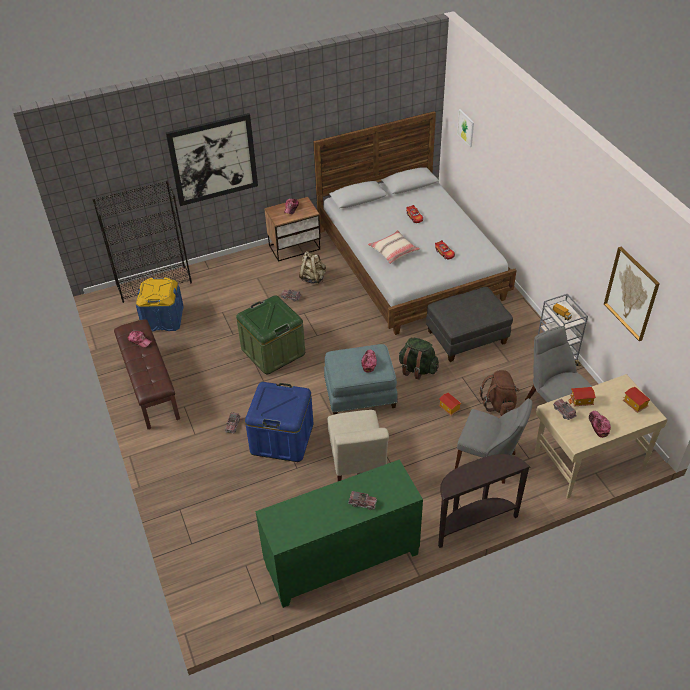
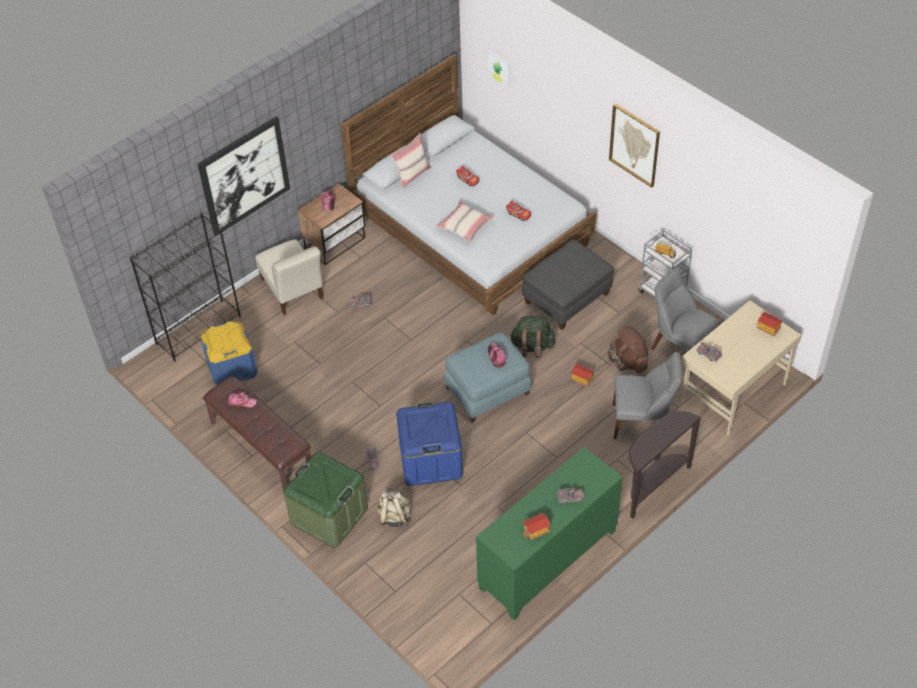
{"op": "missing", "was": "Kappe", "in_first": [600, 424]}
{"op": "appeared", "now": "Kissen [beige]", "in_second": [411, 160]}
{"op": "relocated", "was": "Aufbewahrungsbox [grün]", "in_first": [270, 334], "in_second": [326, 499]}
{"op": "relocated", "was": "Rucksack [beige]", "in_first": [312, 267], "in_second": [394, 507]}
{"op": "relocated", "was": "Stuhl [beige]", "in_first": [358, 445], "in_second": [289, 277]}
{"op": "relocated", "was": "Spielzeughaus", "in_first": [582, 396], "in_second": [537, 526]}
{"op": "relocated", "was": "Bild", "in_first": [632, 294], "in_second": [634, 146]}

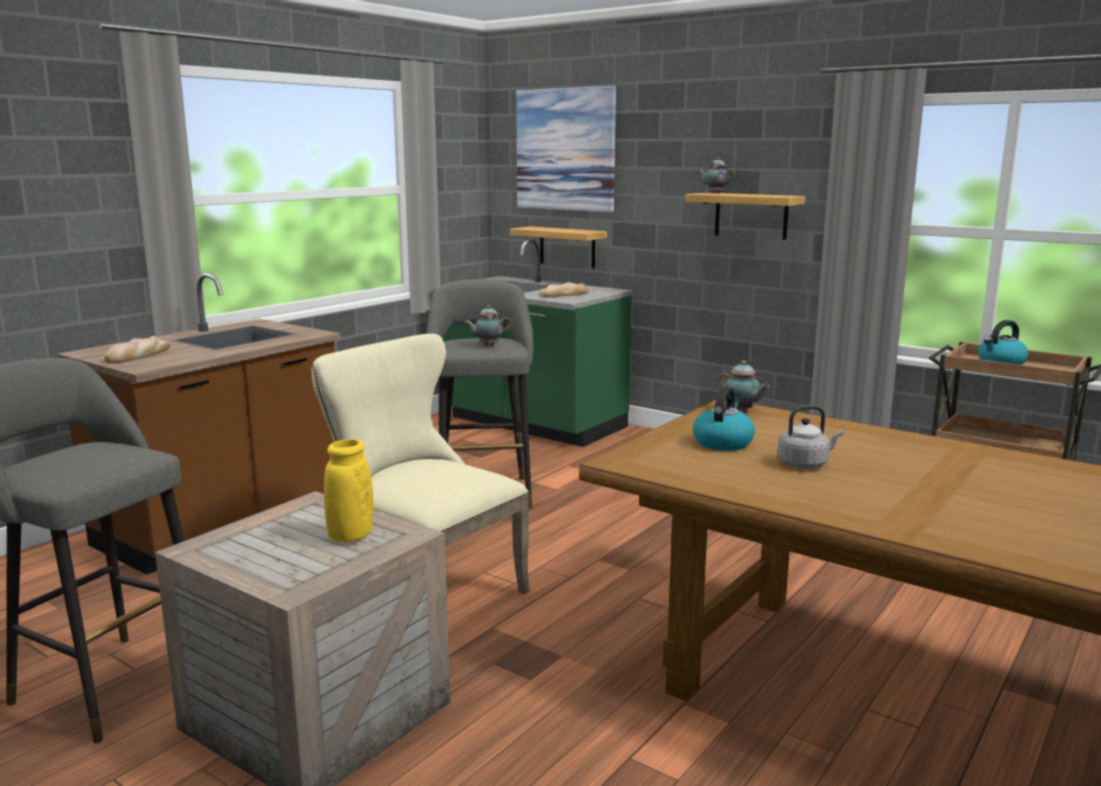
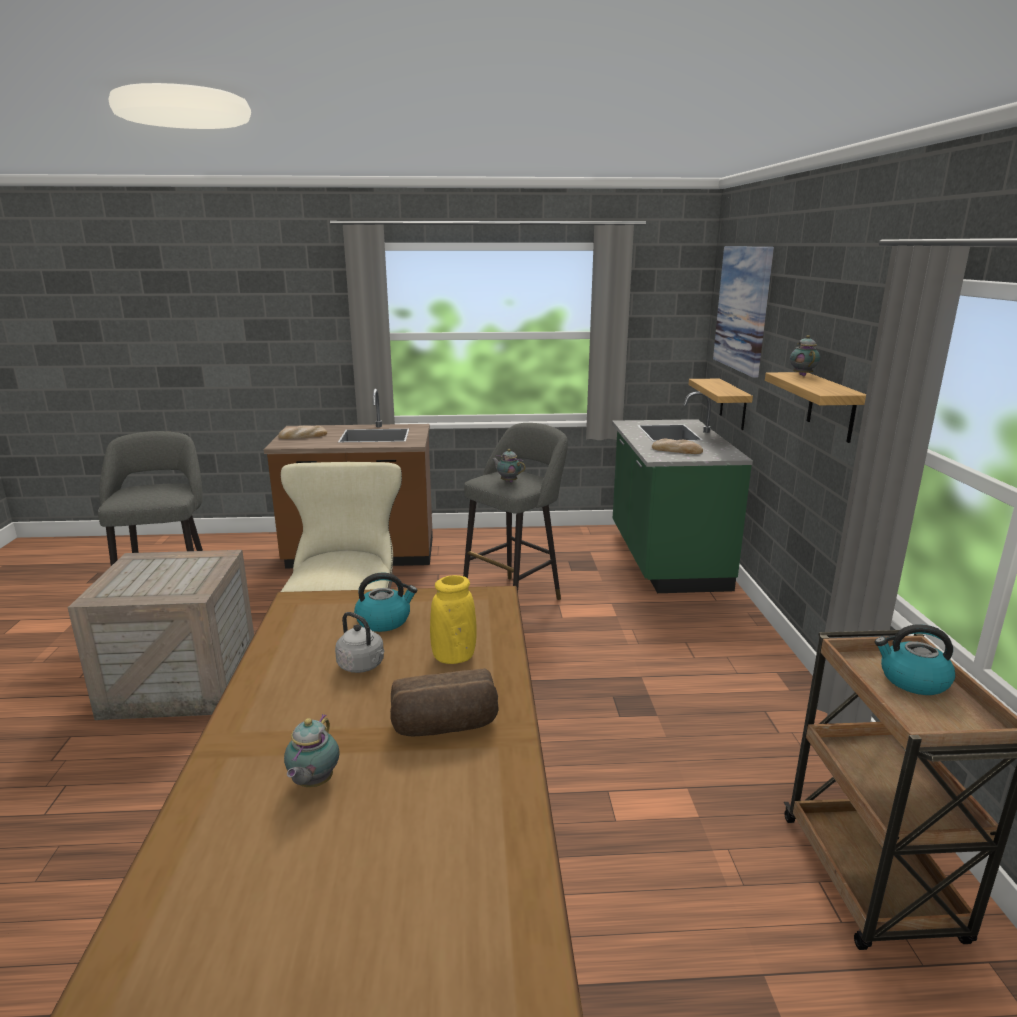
{"op": "appeared", "now": "Brot", "in_second": [444, 702]}
{"op": "relocated", "was": "Vase [gelb]", "in_first": [349, 490], "in_second": [453, 619]}
{"op": "relocated", "was": "Teekanne", "in_first": [744, 386], "in_second": [312, 750]}

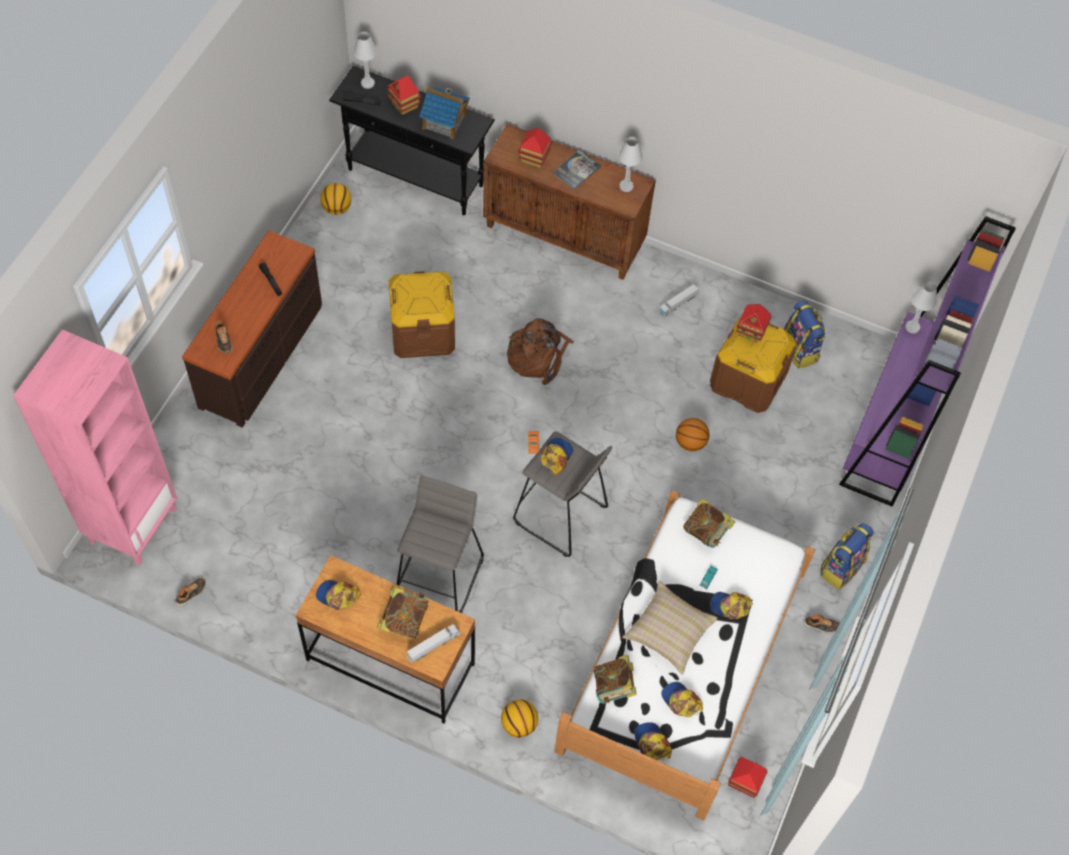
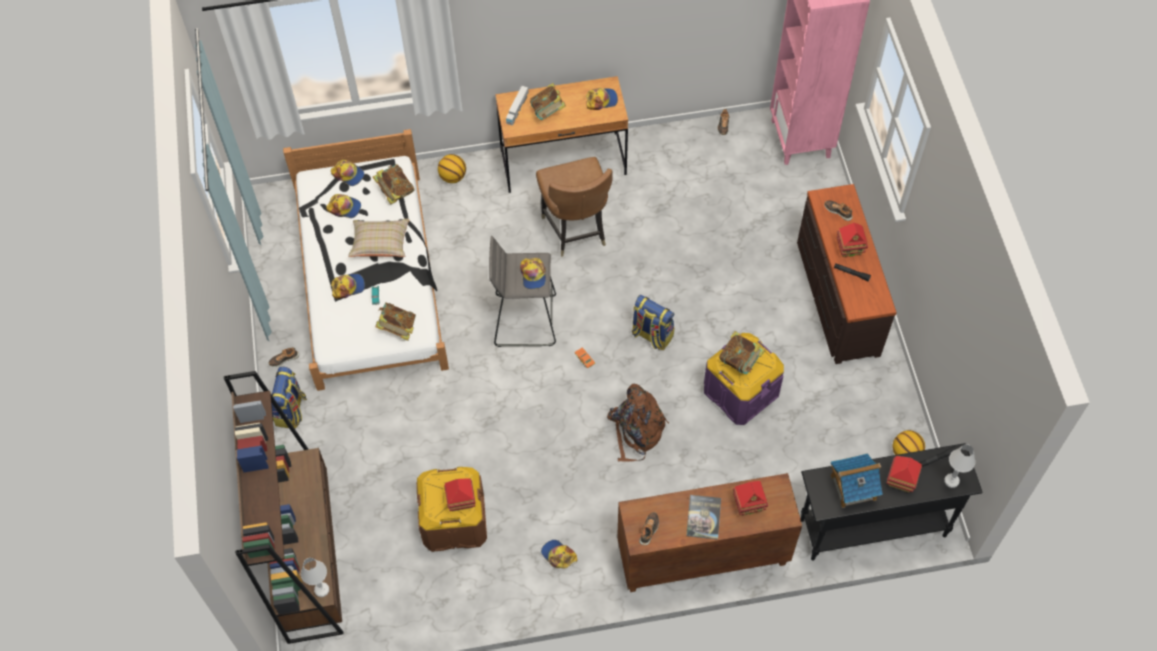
{"op": "missing", "was": "Basketball", "in_first": [693, 434]}
{"op": "appeared", "now": "Buch", "in_second": [742, 352]}
{"op": "relocated", "was": "Spielzeughaus", "in_first": [748, 777], "in_second": [852, 240]}
{"op": "relocated", "was": "Rucksack", "in_first": [804, 334], "in_second": [653, 322]}
{"op": "exchanged", "was": "Hocker [grau]", "now": "Stuhl [braun]", "in_first": [440, 544], "in_second": [574, 206]}
{"op": "exchanged", "was": "Tischlampe [weiß]", "now": "Schuh", "in_first": [630, 164], "in_second": [649, 529]}
{"op": "exchanged", "was": "Spielzeuglaster", "now": "Kappe", "in_first": [679, 301], "in_second": [559, 554]}
{"op": "colour", "was": "Aufbewahrungsbox [braun]", "now": "Aufbewahrungsbox [lila]", "in_first": [422, 314], "in_second": [744, 379]}
{"op": "colour", "was": "Bücherregal [lila]", "now": "Bücherregal [braun]", "in_first": [927, 361], "in_second": [284, 507]}

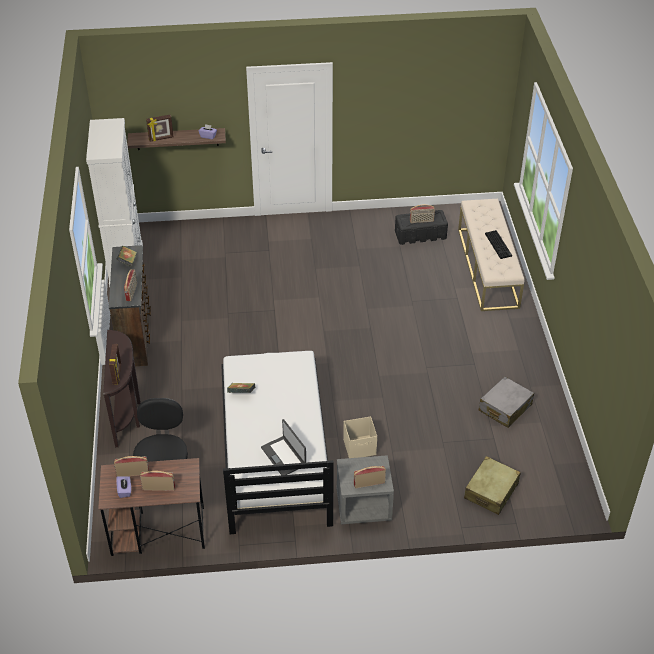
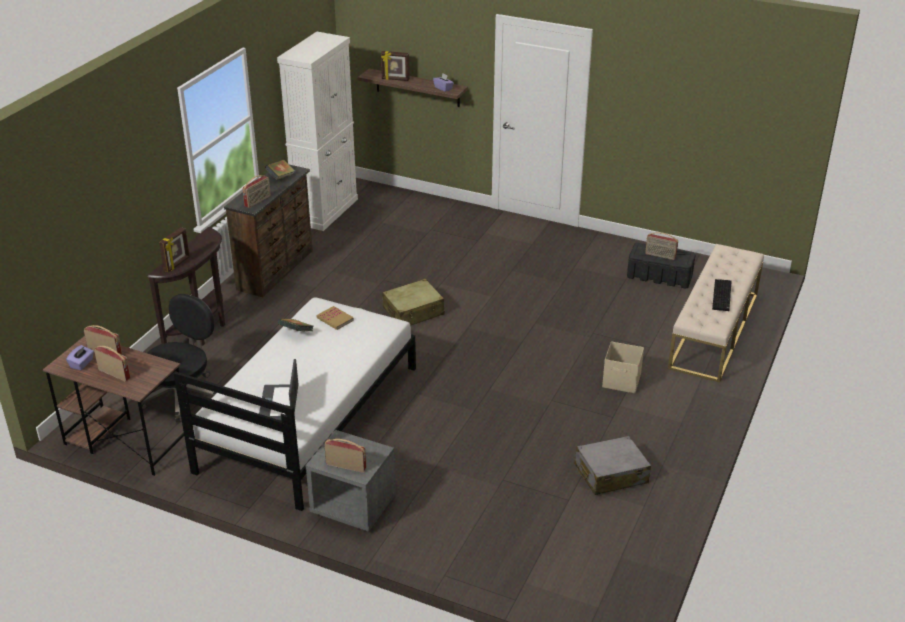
{"op": "appeared", "now": "Buch", "in_second": [335, 318]}
{"op": "relocated", "was": "Aufbewahrungsbox [beige]", "in_first": [360, 437], "in_second": [623, 367]}
{"op": "relocated", "was": "Koffer [beige]", "in_first": [492, 485], "in_second": [413, 302]}

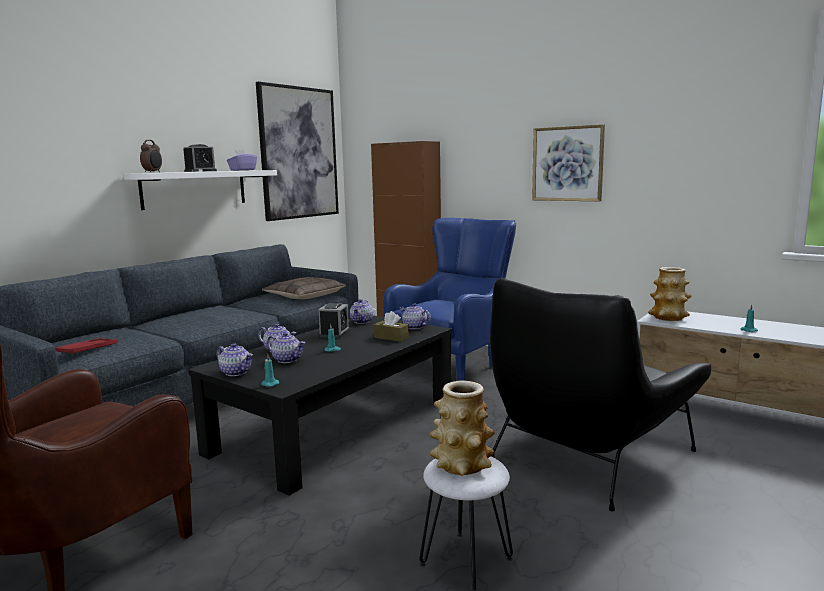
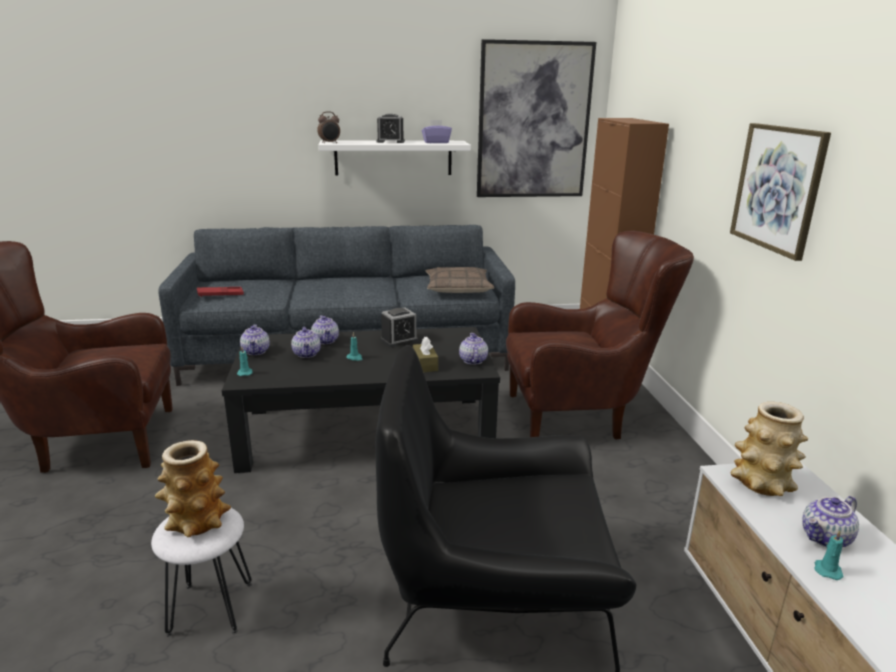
{"op": "relocated", "was": "Teekanne", "in_first": [361, 311], "in_second": [830, 521]}
{"op": "colour", "was": "Sessel [blau]", "now": "Sessel [braun]", "in_first": [449, 299], "in_second": [600, 335]}

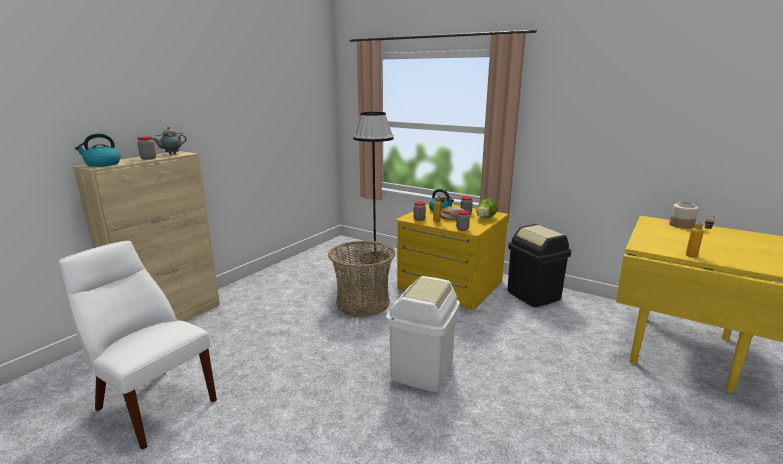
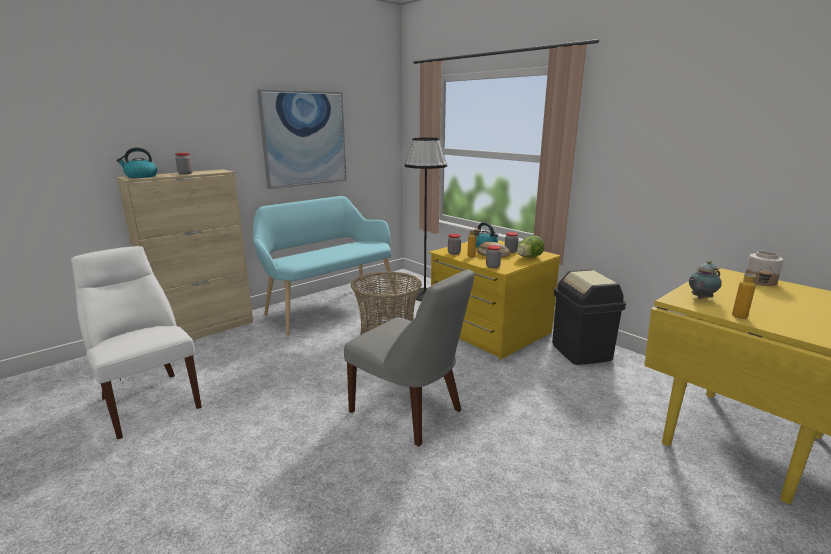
{"op": "appeared", "now": "Bank [türkis]", "in_second": [324, 265]}
{"op": "appeared", "now": "Bild", "in_second": [302, 139]}
{"op": "relocated", "was": "Teekanne", "in_first": [169, 141], "in_second": [705, 280]}
{"op": "exchanged", "was": "Mülleimer [weiß]", "now": "Stuhl [grau]", "in_first": [423, 334], "in_second": [409, 358]}

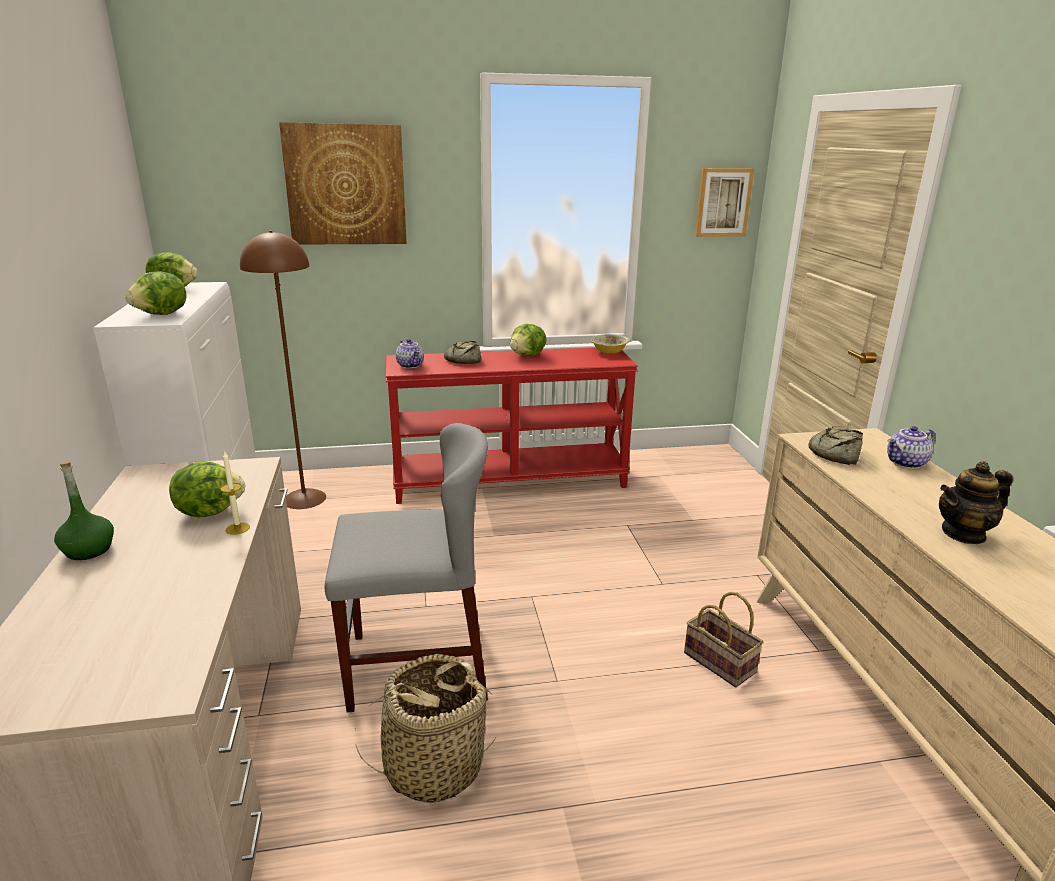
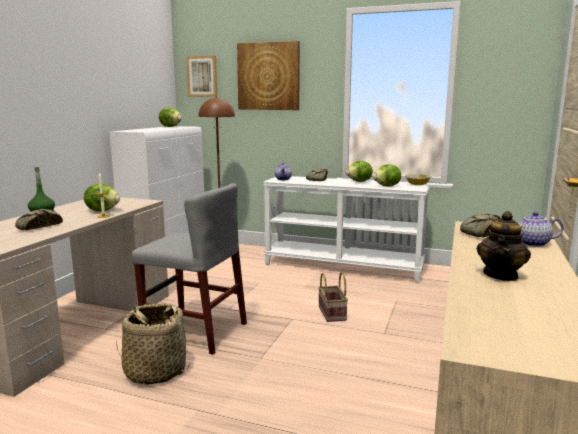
{"op": "appeared", "now": "Brot", "in_second": [39, 219]}
{"op": "relocated", "was": "Salatkopf", "in_first": [156, 293], "in_second": [387, 175]}
{"op": "relocated", "was": "Korb", "in_first": [723, 639], "in_second": [333, 297]}
{"op": "relocated", "was": "Bild", "in_first": [724, 202], "in_second": [201, 76]}
{"op": "colour", "was": "Konsolentisch [rot]", "now": "Konsolentisch [weiß]", "in_first": [512, 426], "in_second": [346, 229]}
{"op": "spun", "was": "Teekanne", "in_first": [976, 502], "in_second": [504, 246], "clockwise": -75}

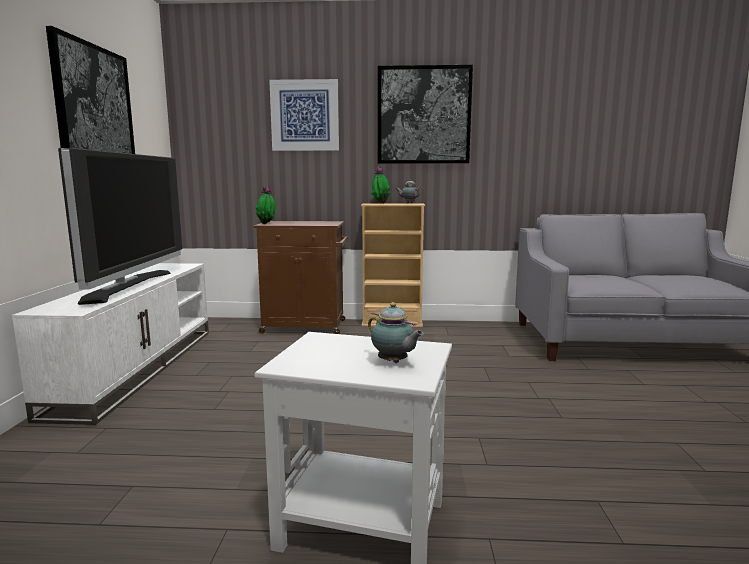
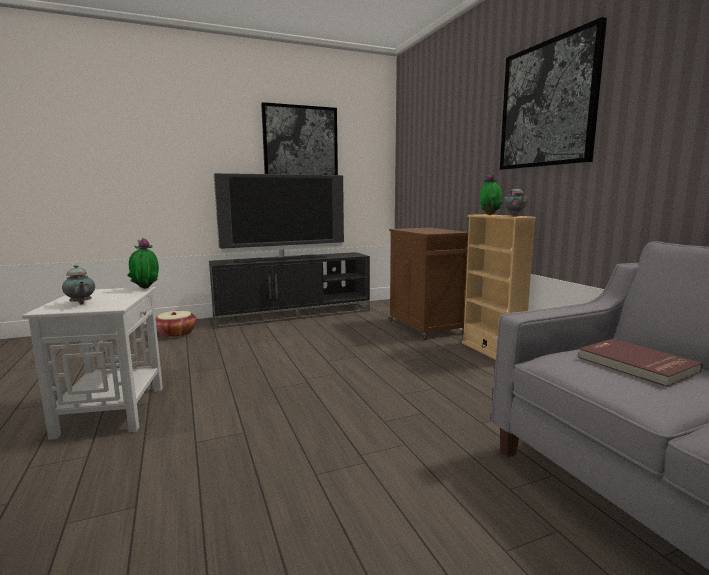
{"op": "missing", "was": "Bild", "in_first": [304, 115]}
{"op": "appeared", "now": "Korb", "in_second": [176, 324]}
{"op": "appeared", "now": "Buch [rot]", "in_second": [640, 363]}
{"op": "relocated", "was": "Topfpflanze", "in_first": [265, 205], "in_second": [143, 263]}
{"op": "colour", "was": "Fernsehschrank [weiß]", "now": "Fernsehschrank [schwarz]", "in_first": [110, 344], "in_second": [289, 290]}
{"op": "spun", "was": "Teekanne", "in_first": [396, 332], "in_second": [78, 285], "clockwise": -60}

